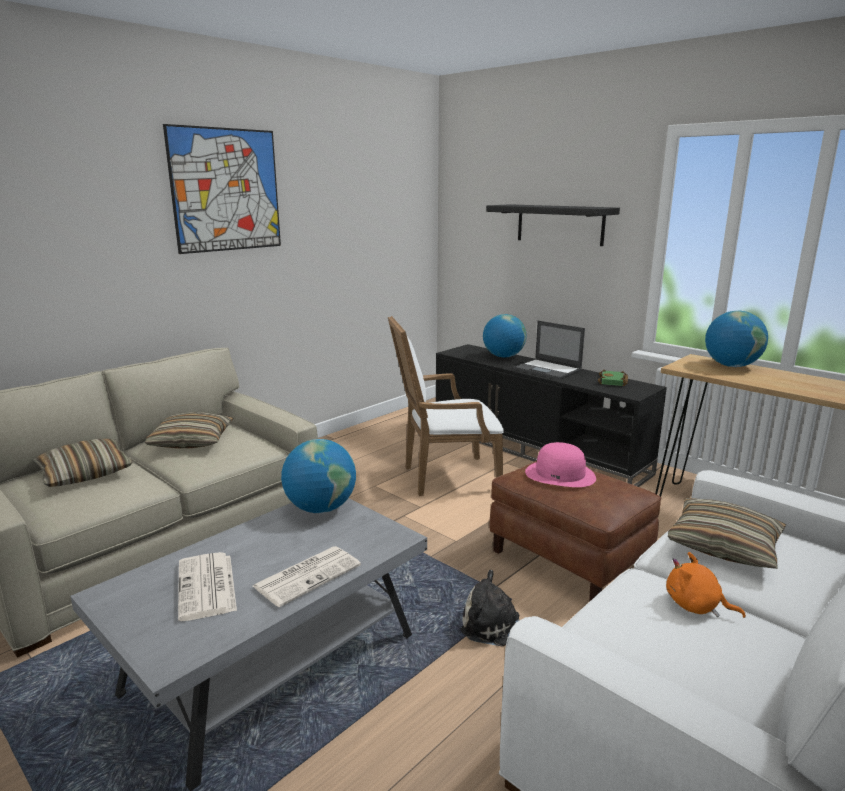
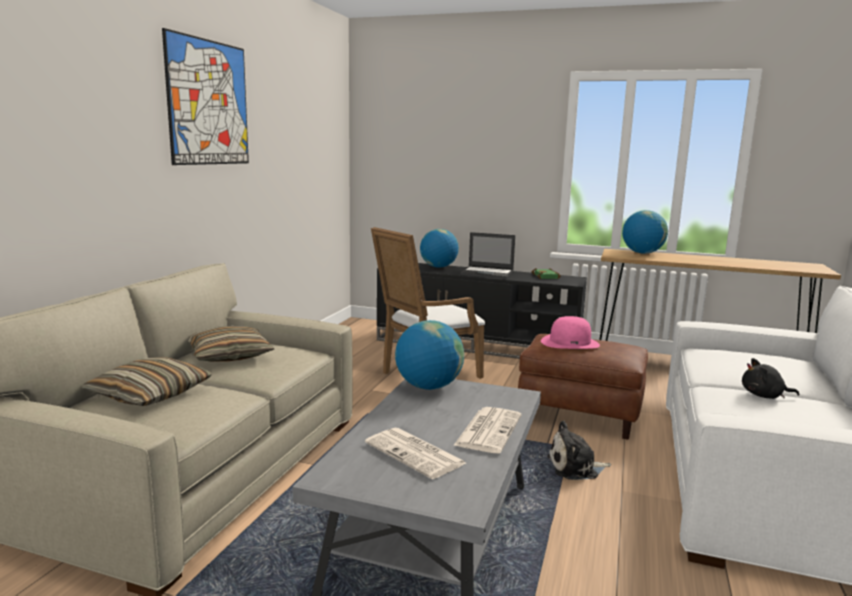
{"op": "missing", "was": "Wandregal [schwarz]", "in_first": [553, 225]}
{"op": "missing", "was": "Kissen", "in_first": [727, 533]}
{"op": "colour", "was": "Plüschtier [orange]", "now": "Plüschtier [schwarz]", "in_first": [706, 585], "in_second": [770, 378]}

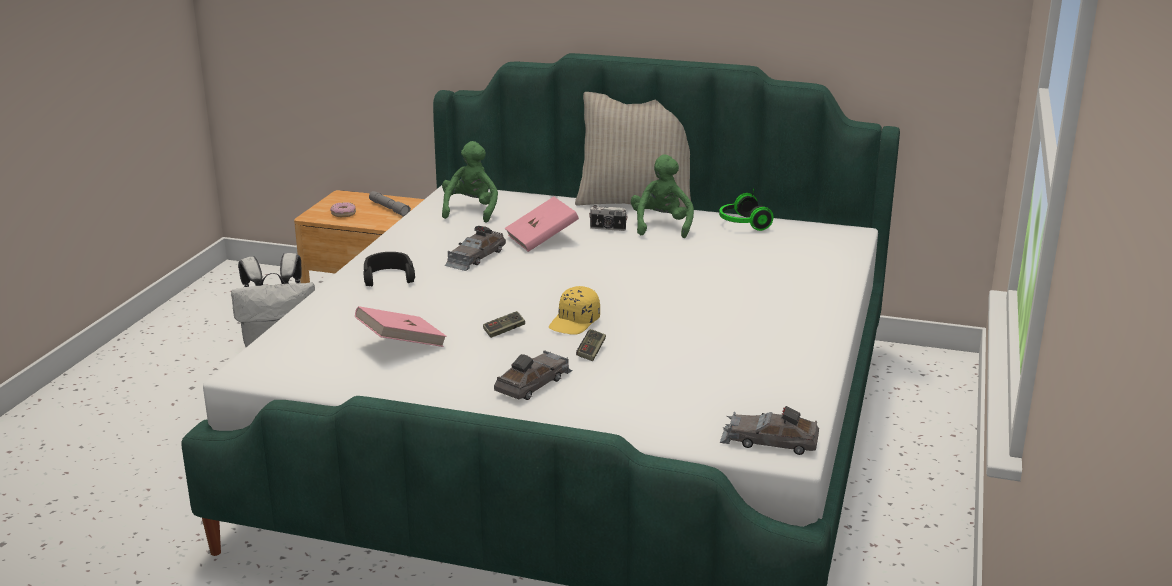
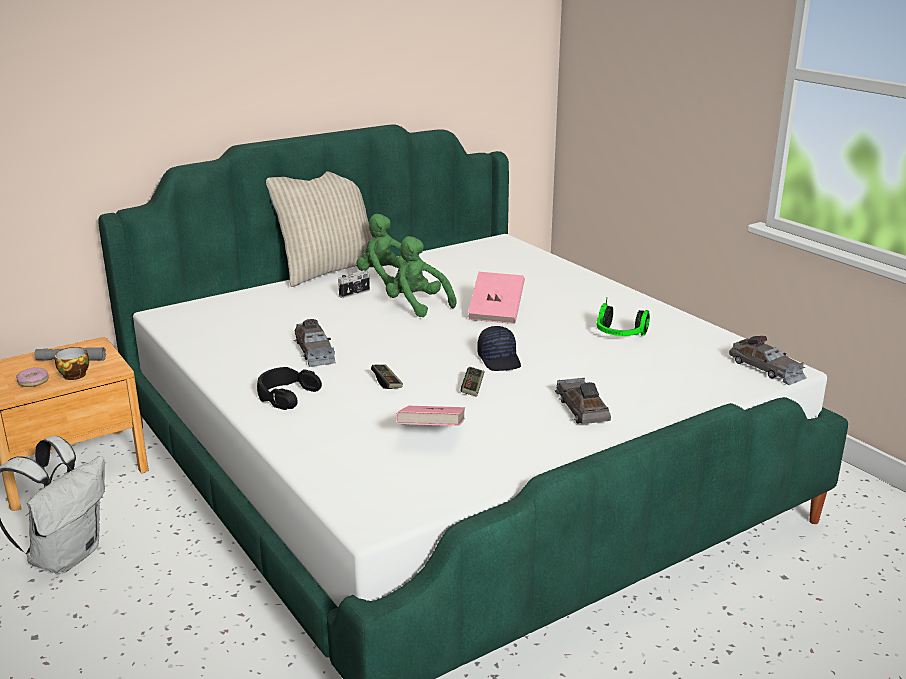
{"op": "appeared", "now": "Tasse", "in_second": [72, 363]}
{"op": "relocated", "was": "Plüschtier [grün]", "in_first": [470, 182], "in_second": [421, 277]}
{"op": "relocated", "was": "Buch [rosa]", "in_first": [542, 224], "in_second": [496, 298]}
{"op": "relocated", "was": "Gamepad", "in_first": [591, 345], "in_second": [387, 376]}
{"op": "relocated", "was": "Kopfhörer", "in_first": [746, 209], "in_second": [623, 317]}
{"op": "colour", "was": "Kappe [gelb]", "now": "Kappe [schwarz]", "in_first": [574, 310], "in_second": [499, 348]}
{"op": "spun", "was": "Spielzeugauto [grau]", "in_first": [769, 430], "in_second": [768, 360], "clockwise": -90}

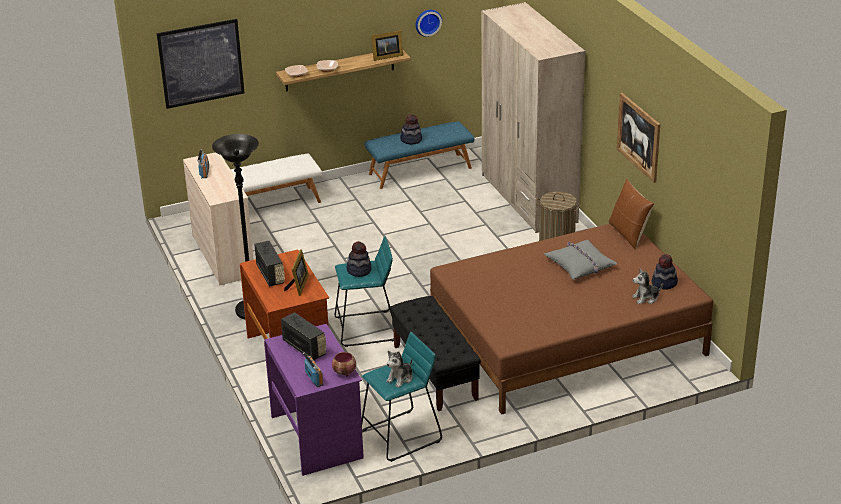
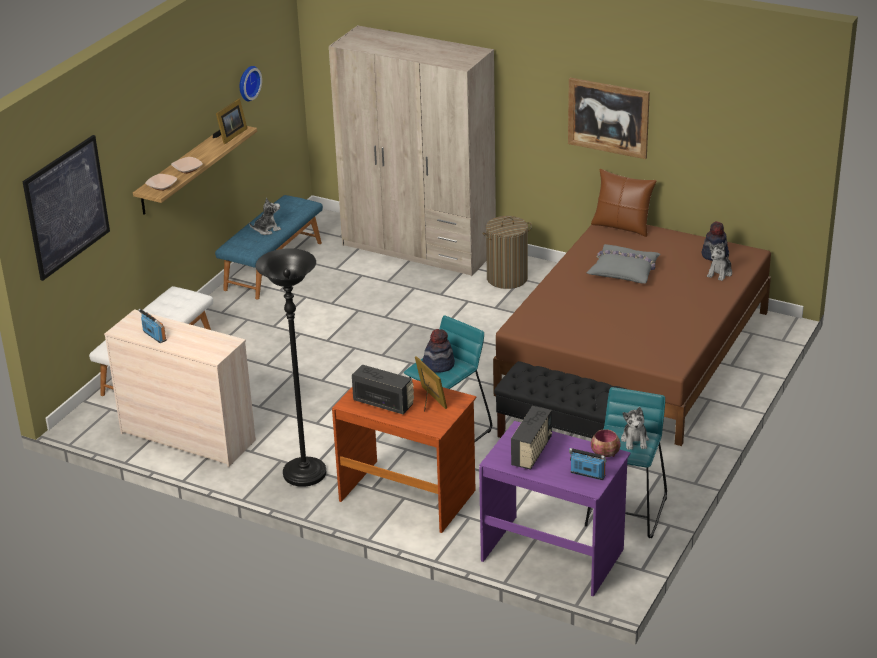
{"op": "exchanged", "was": "Hut", "now": "Plüschtier", "in_first": [411, 129], "in_second": [265, 216]}
{"op": "spun", "was": "Radio", "in_first": [304, 336], "in_second": [531, 438], "clockwise": 105}

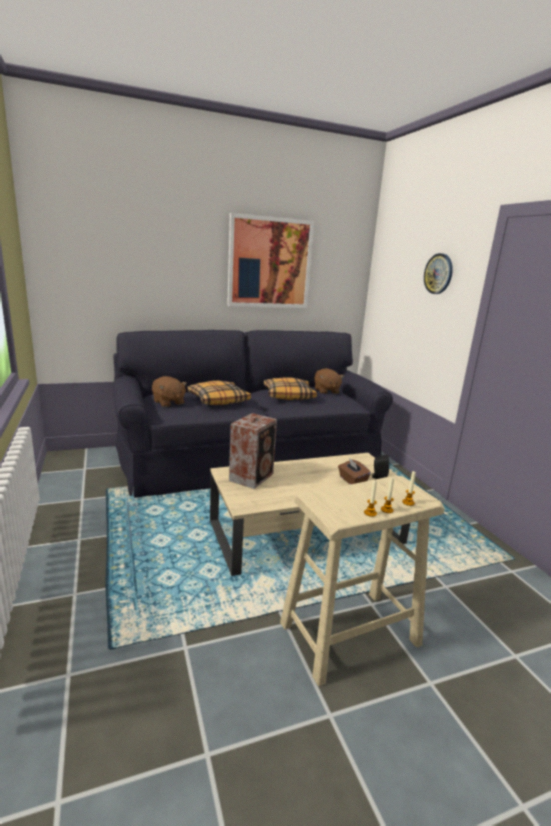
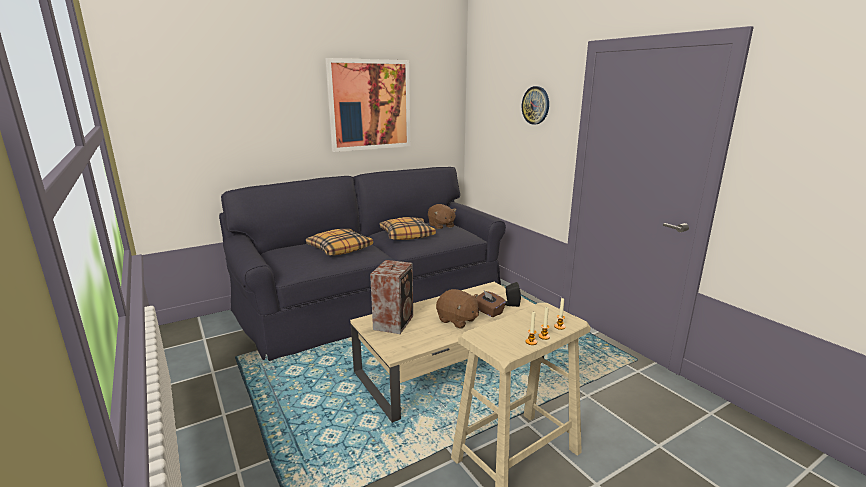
{"op": "relocated", "was": "Plüschtier [braun]", "in_first": [169, 391], "in_second": [457, 309]}

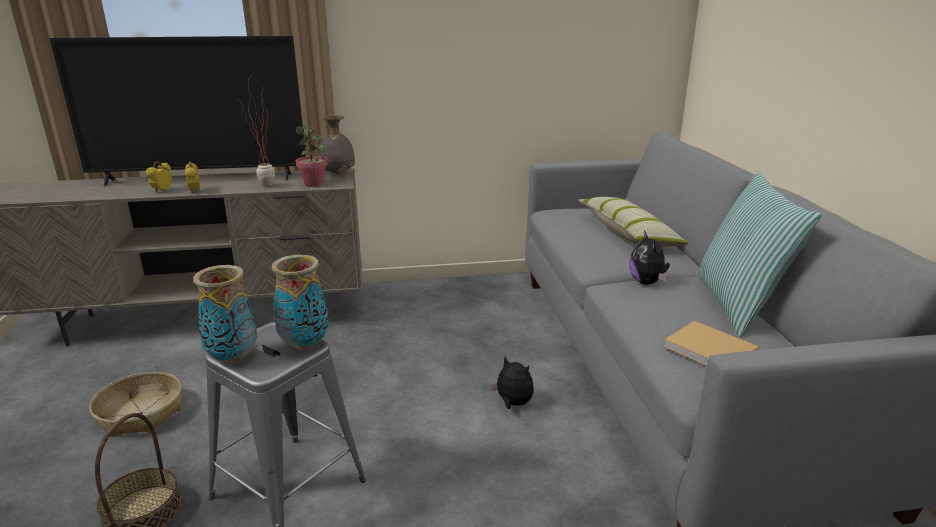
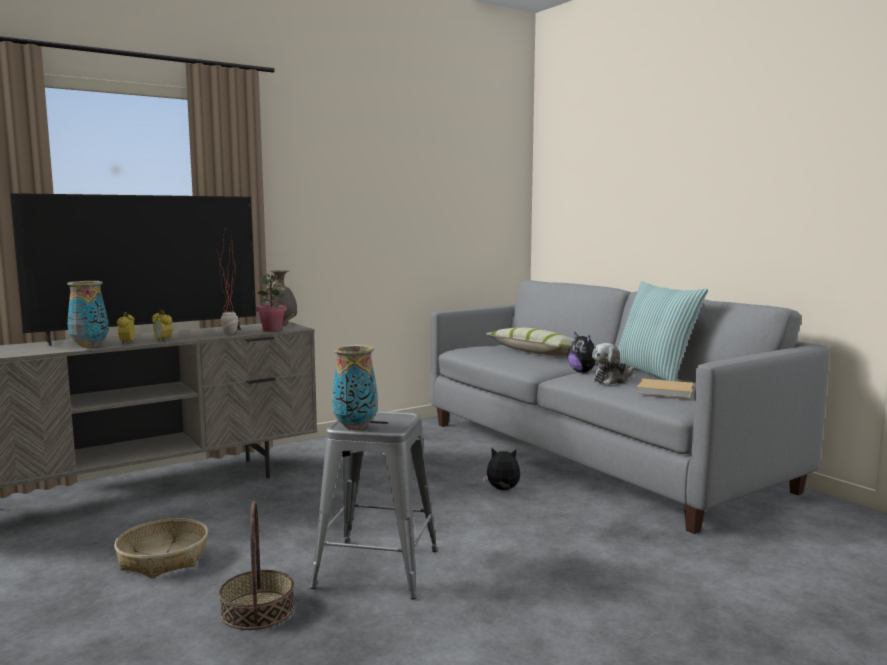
{"op": "appeared", "now": "Plüschtier", "in_second": [613, 364]}
{"op": "relocated", "was": "Vase", "in_first": [300, 302], "in_second": [88, 314]}

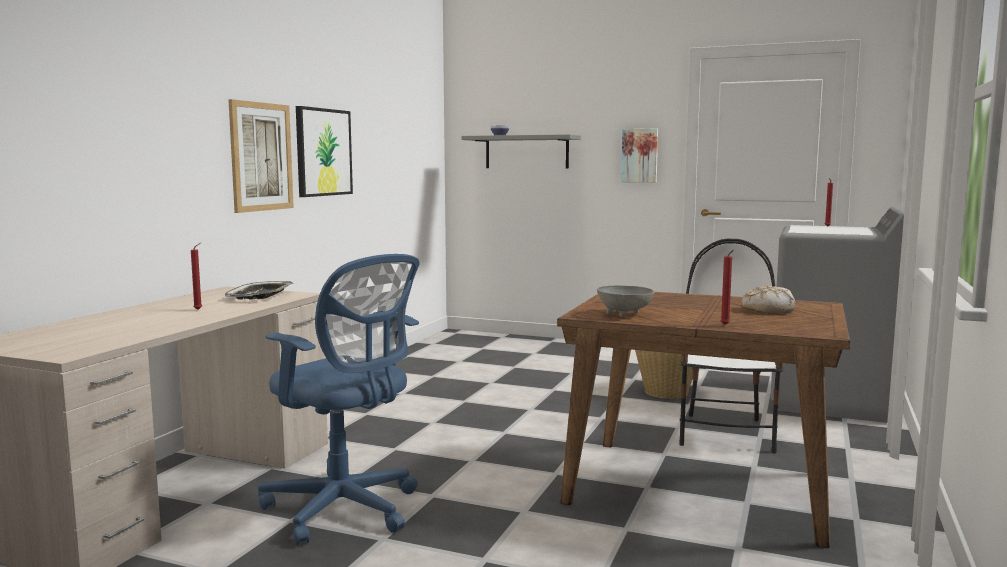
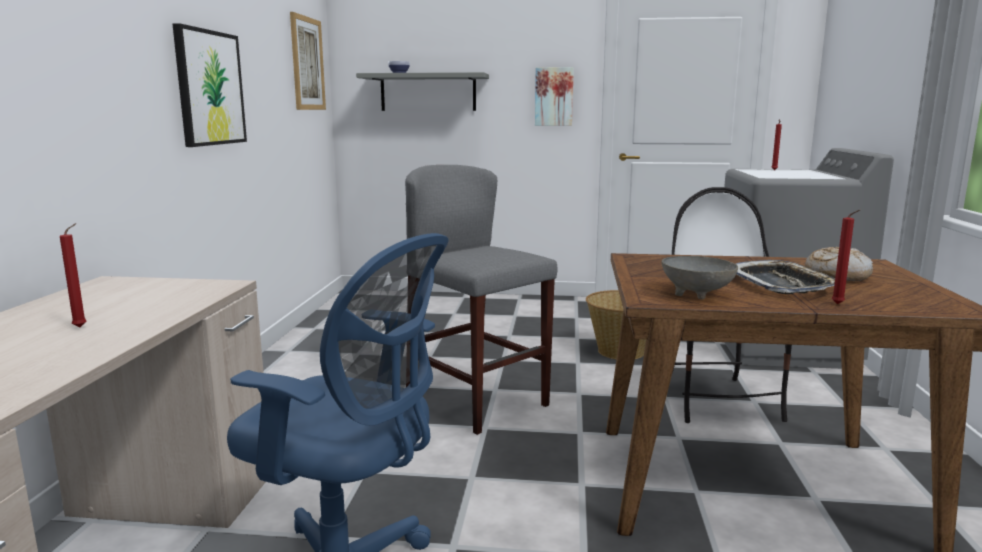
{"op": "appeared", "now": "Hocker [grau]", "in_second": [481, 300]}
{"op": "relocated", "was": "Tablett", "in_first": [259, 290], "in_second": [785, 277]}
{"op": "relocated", "was": "Bild", "in_first": [261, 156], "in_second": [308, 61]}

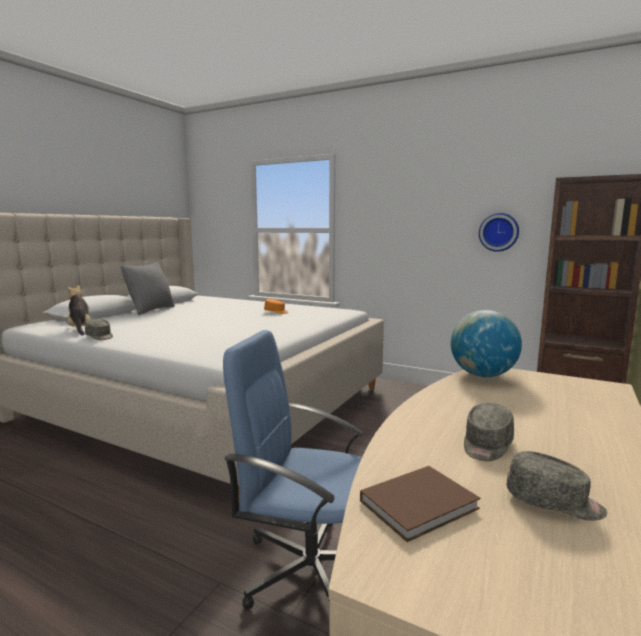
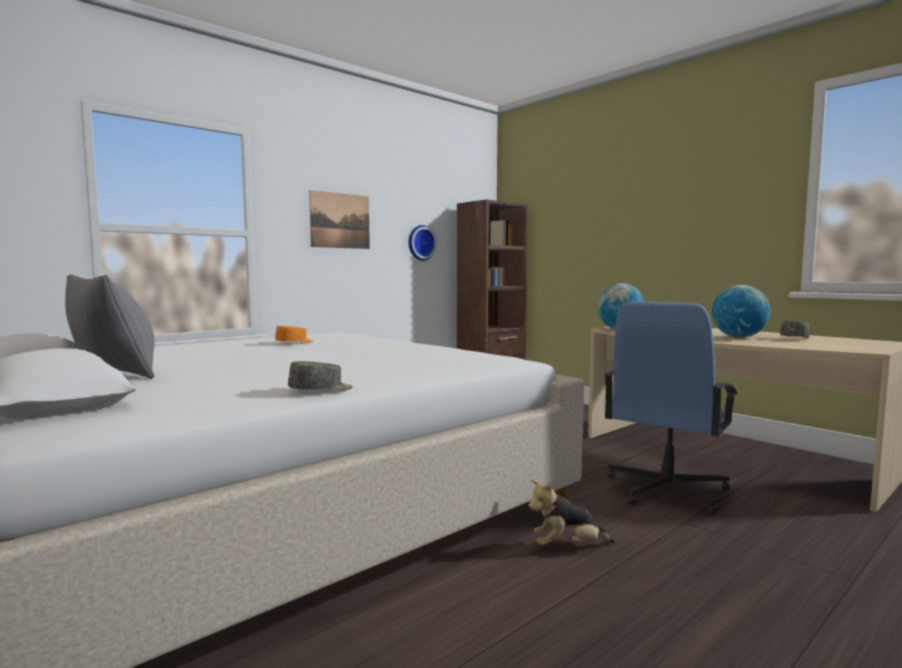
{"op": "missing", "was": "Buch [braun]", "in_first": [420, 504]}
{"op": "appeared", "now": "Bild", "in_second": [339, 219]}
{"op": "relocated", "was": "Plüschtier", "in_first": [79, 310], "in_second": [572, 512]}
{"op": "exchanged", "was": "Kappe [grau]", "now": "Globus", "in_first": [489, 432], "in_second": [741, 311]}

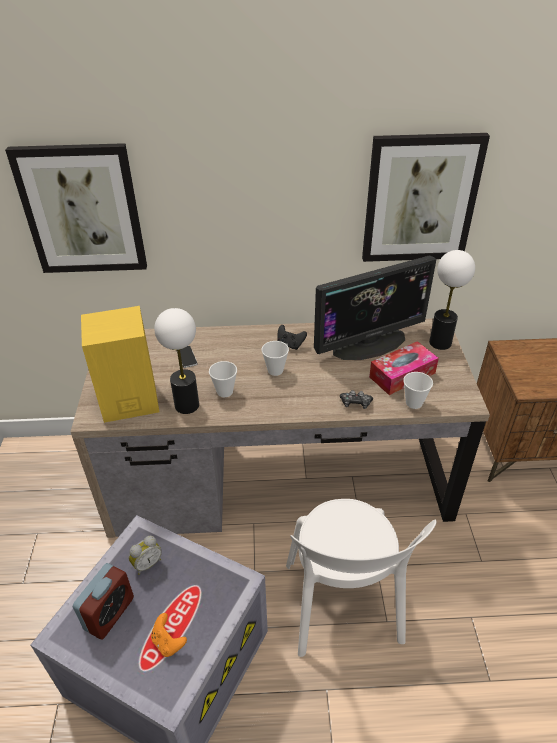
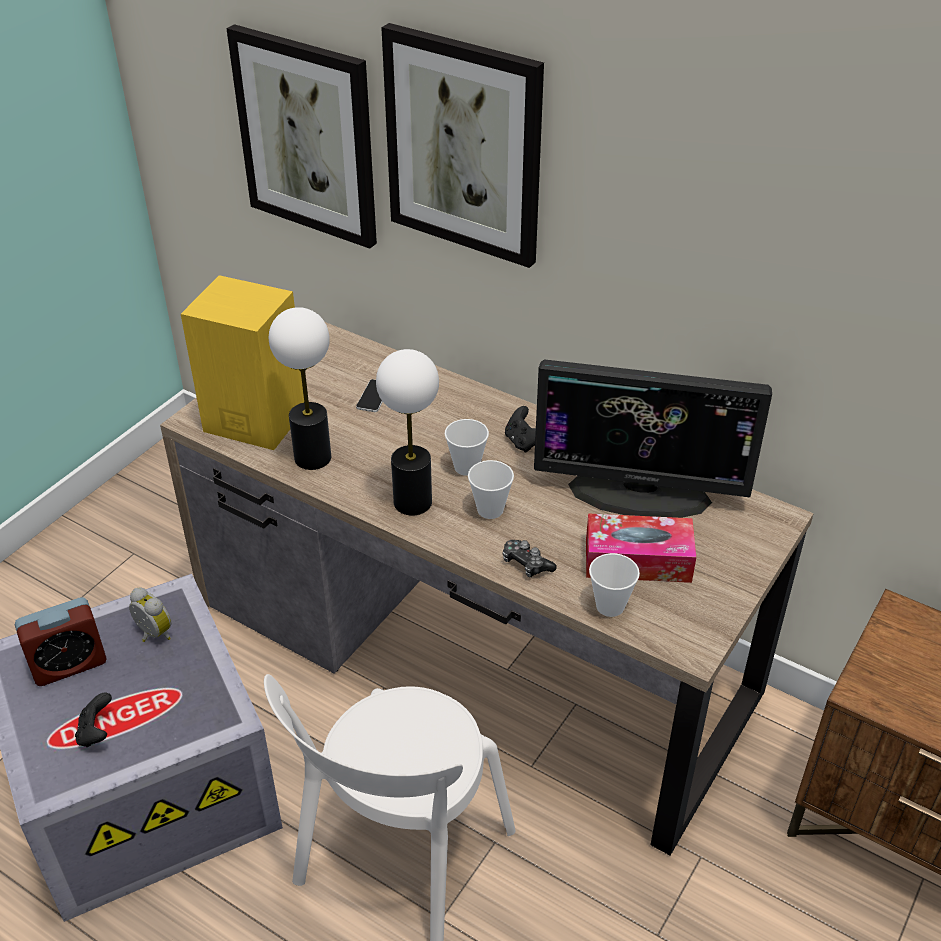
{"op": "relocated", "was": "Tasse", "in_first": [223, 379], "in_second": [491, 489]}
{"op": "relocated", "was": "Bild", "in_first": [426, 197], "in_second": [462, 145]}
{"op": "relocated", "was": "Tischlampe", "in_first": [452, 300], "in_second": [407, 432]}
{"op": "colour", "was": "Gamepad [orange]", "now": "Gamepad [schwarz]", "in_first": [169, 635], "in_second": [93, 719]}
{"op": "spun", "was": "Wecker", "in_first": [145, 555], "in_second": [150, 615], "clockwise": -135}

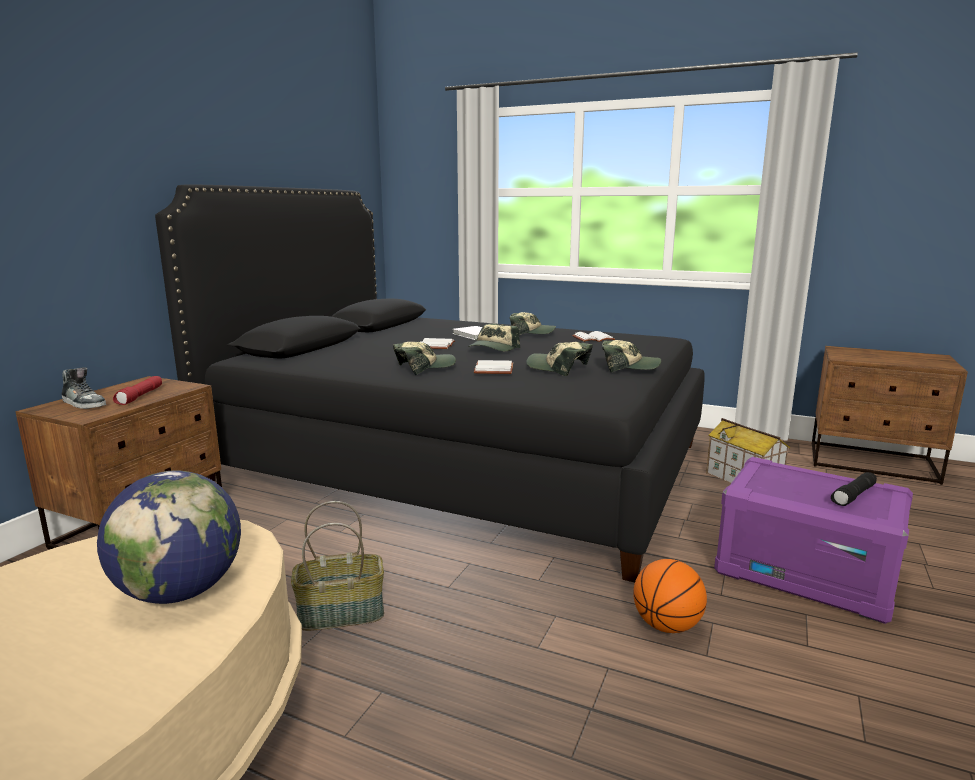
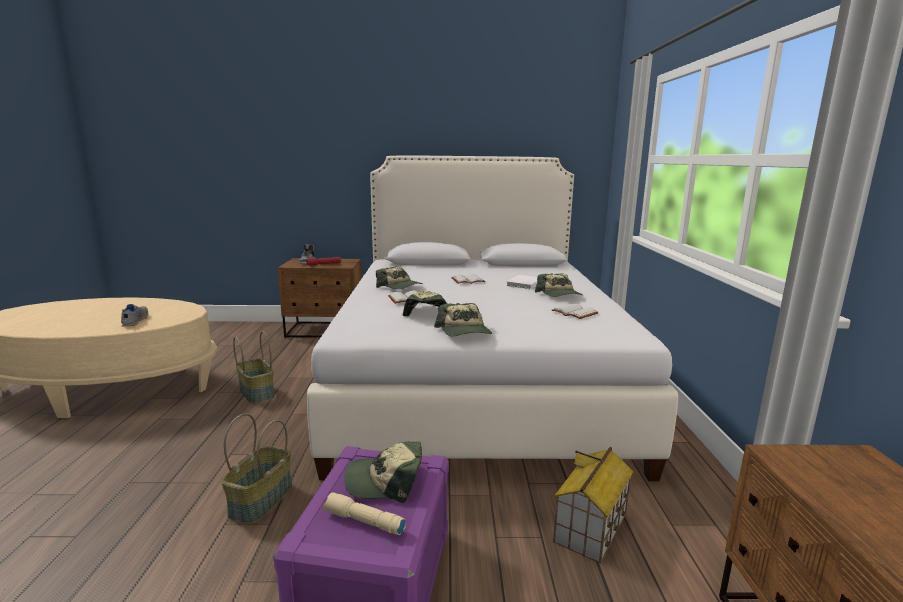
{"op": "relocated", "was": "Kappe", "in_first": [494, 337], "in_second": [383, 472]}
{"op": "exchanged", "was": "Globus", "now": "Schuh [grau]", "in_first": [169, 537], "in_second": [134, 315]}
{"op": "exchanged", "was": "Basketball", "now": "Korb", "in_first": [670, 596], "in_second": [256, 469]}
{"op": "colour", "was": "Bett [schwarz]", "now": "Bett [weiß]", "in_first": [430, 383], "in_second": [492, 318]}
{"op": "colour", "was": "Taschenlampe [schwarz]", "now": "Taschenlampe [beige]", "in_first": [854, 489], "in_second": [364, 513]}

